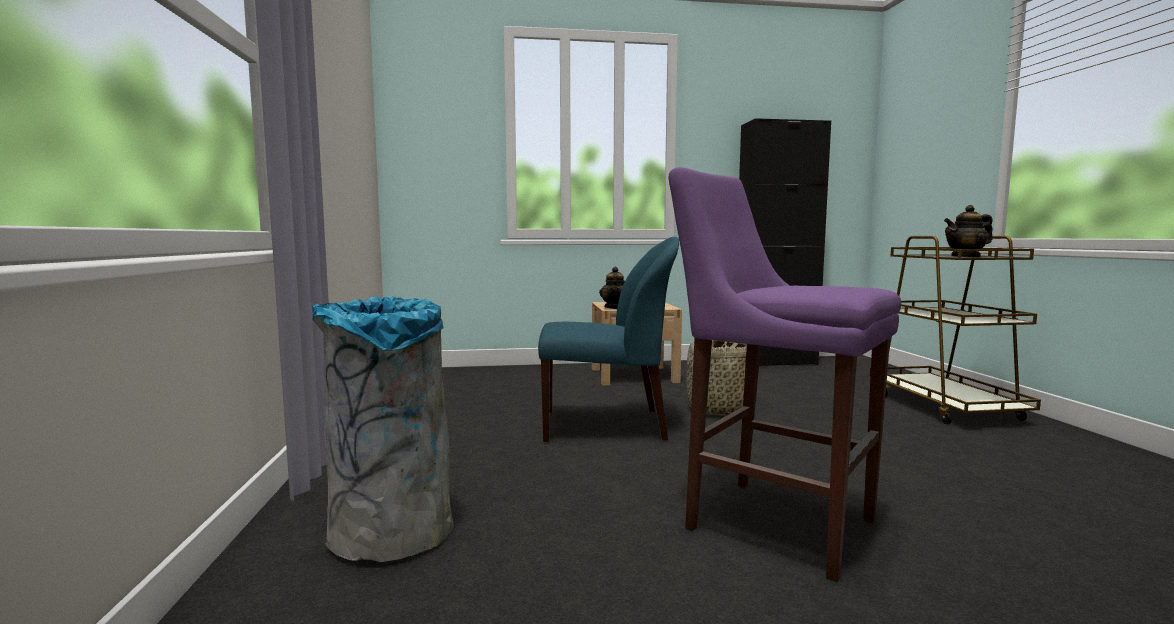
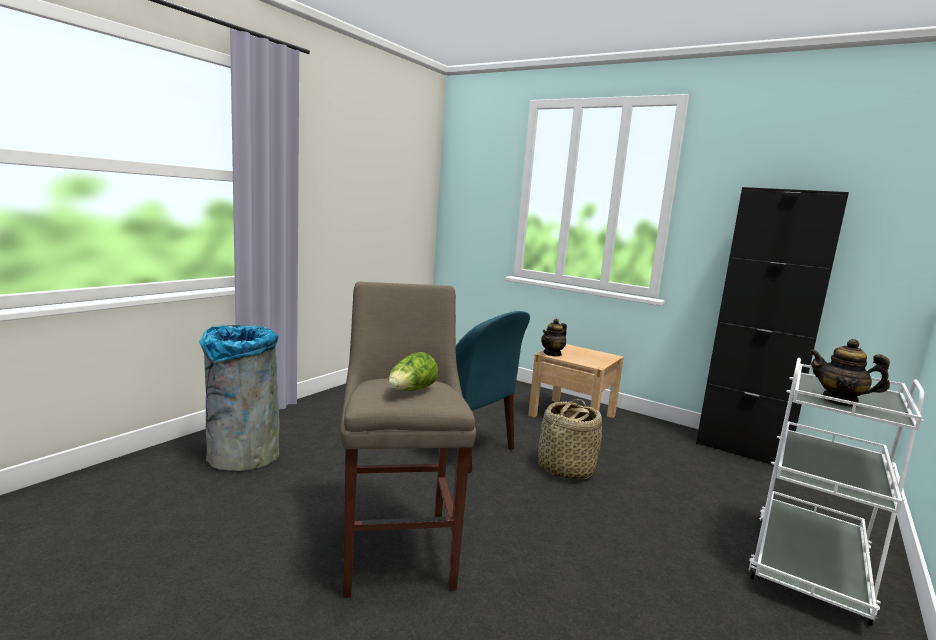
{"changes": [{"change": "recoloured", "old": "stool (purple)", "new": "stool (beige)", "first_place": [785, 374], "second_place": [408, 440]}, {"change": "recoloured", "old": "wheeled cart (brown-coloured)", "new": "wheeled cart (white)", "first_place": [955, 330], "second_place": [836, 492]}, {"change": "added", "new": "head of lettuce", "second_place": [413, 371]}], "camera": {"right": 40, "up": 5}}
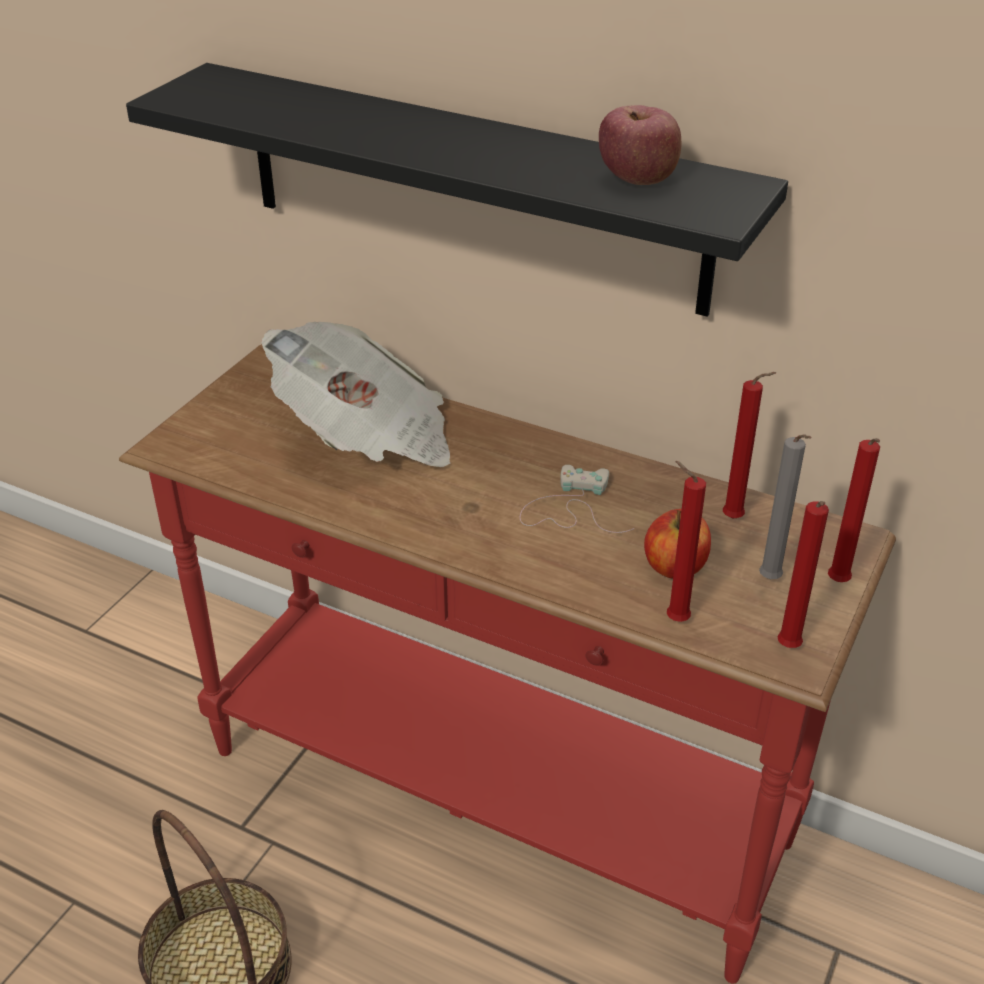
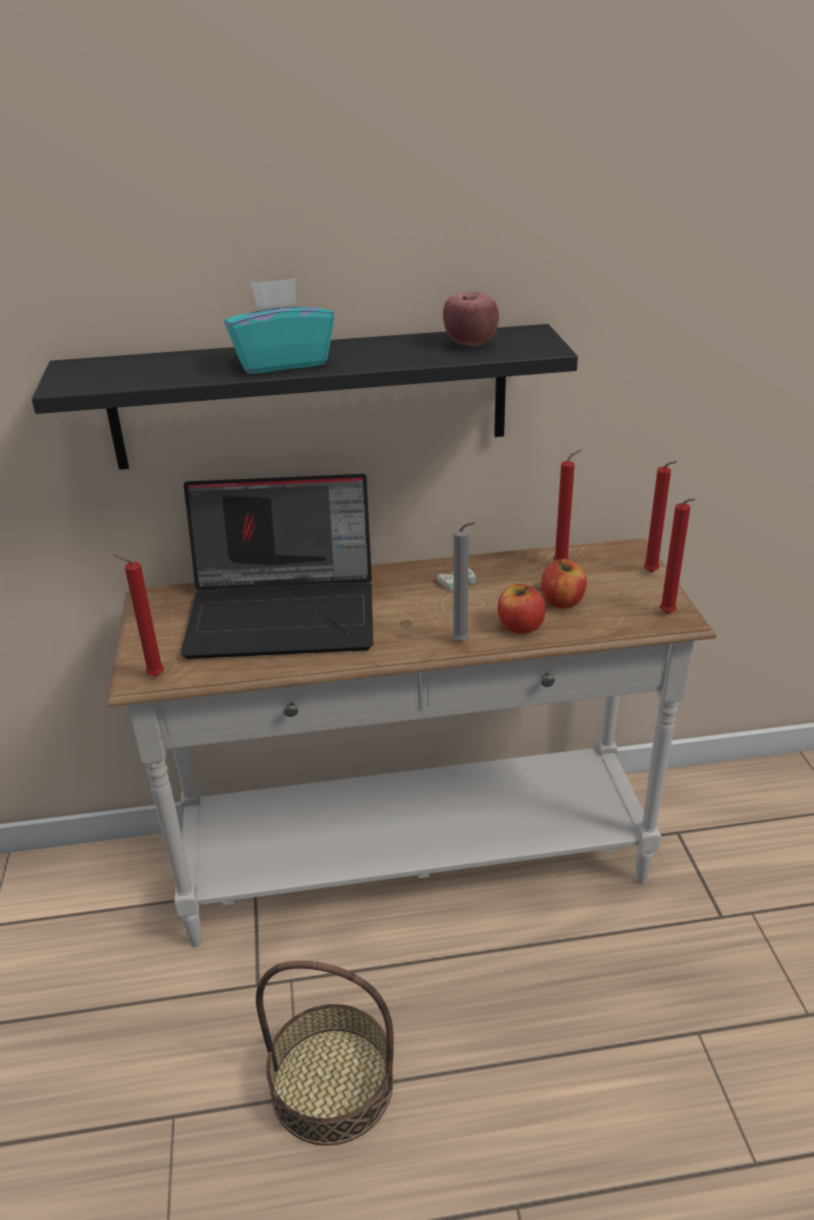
{"changes": [{"change": "recoloured", "old": "console table (reddish)", "new": "console table (white)", "first_place": [507, 663], "second_place": [411, 742]}, {"change": "replaced", "old": "printed paper", "new": "portable computer", "first_place": [356, 394], "second_place": [277, 566]}, {"change": "moved", "old": "candle (reddish)", "first_place": [686, 541], "second_place": [138, 615]}, {"change": "moved", "old": "candle (greyish)", "first_place": [785, 506], "second_place": [463, 582]}, {"change": "added", "new": "tissue box (turquoise)", "second_place": [279, 326]}, {"change": "added", "new": "apple", "second_place": [522, 609]}], "camera": {"right": -35, "up": -5}}
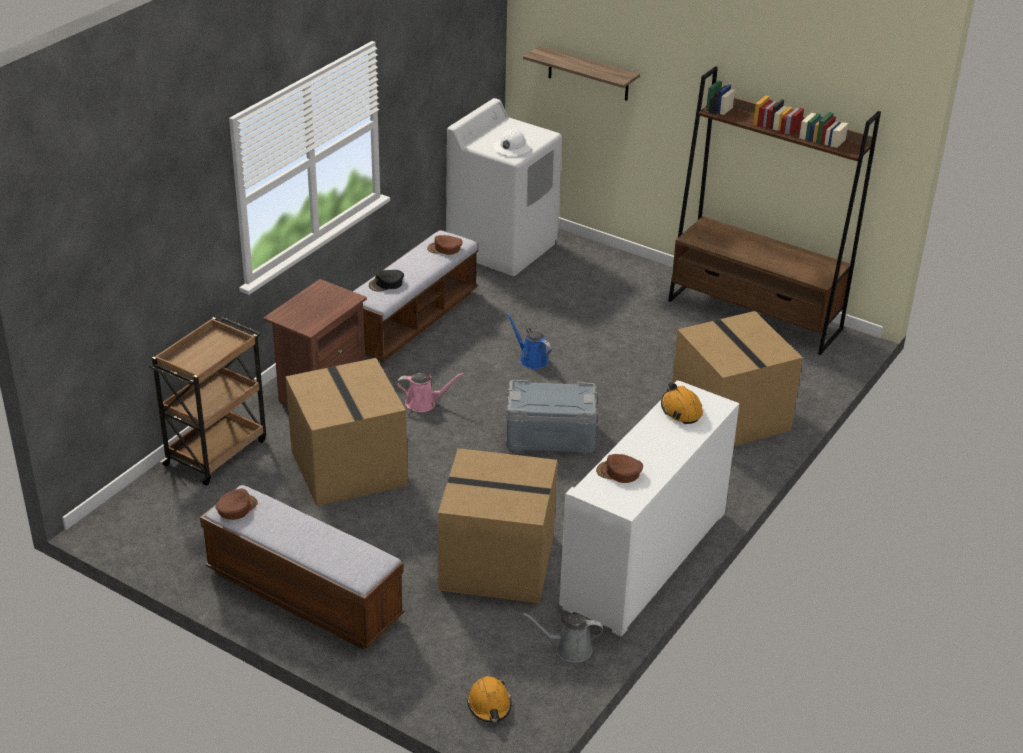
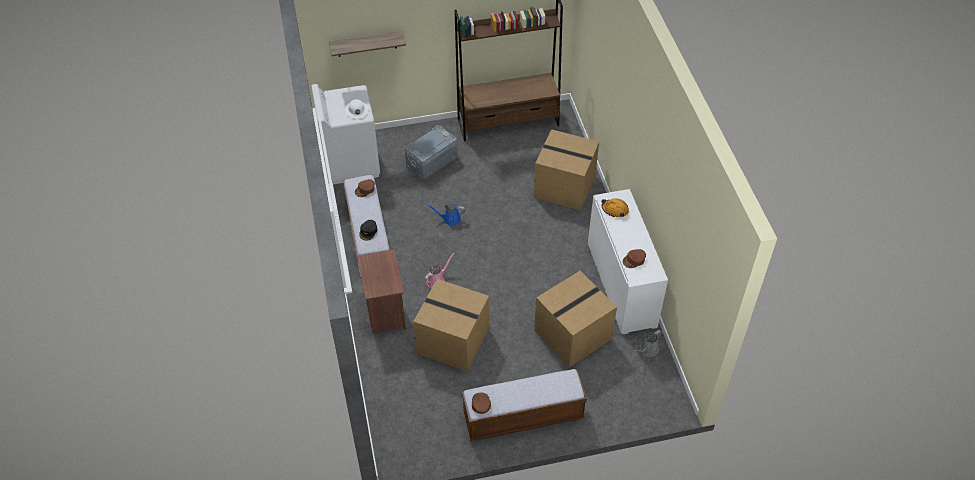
{"changes": [{"change": "removed", "old": "wheeled cart (brown-coloured)", "first_place": [207, 401]}, {"change": "removed", "old": "work helmet (orange-coloured)", "first_place": [489, 699]}, {"change": "moved", "old": "storage bin (greyish)", "first_place": [551, 417], "second_place": [431, 152]}], "camera": {"right": -45, "up": 15}}
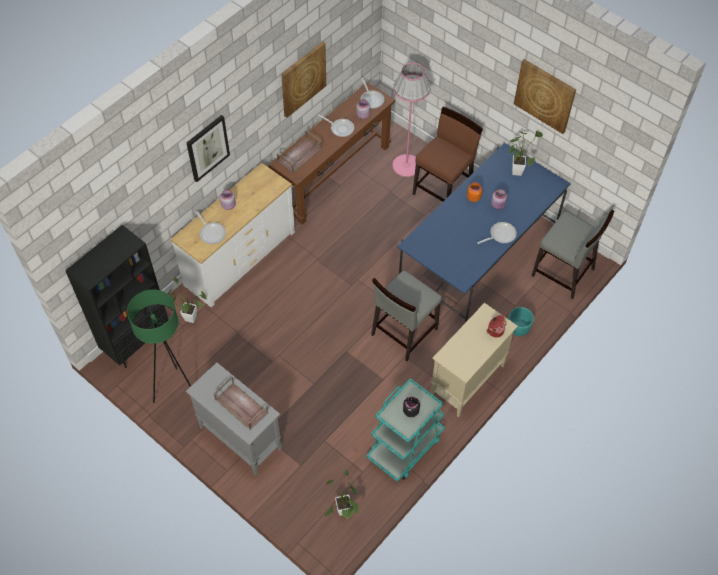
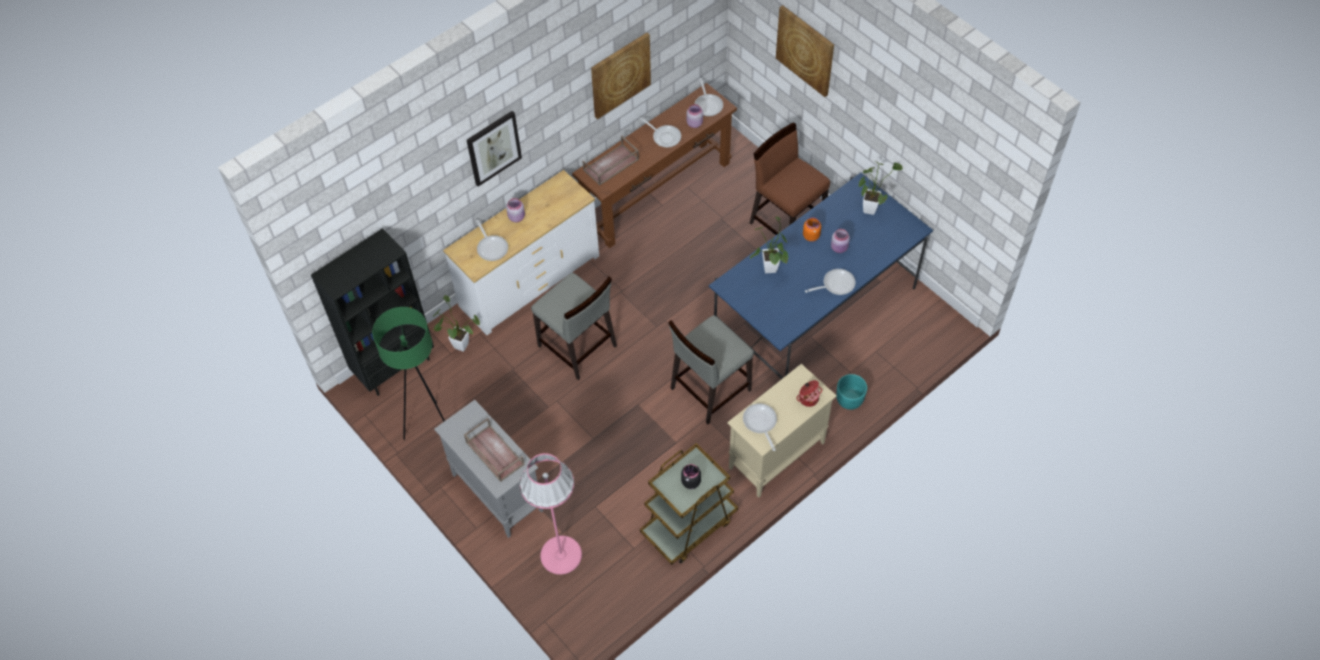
{"changes": [{"change": "moved", "old": "plant in a pot", "first_place": [342, 494], "second_place": [769, 244]}, {"change": "recoloured", "old": "wheeled cart (turquoise)", "new": "wheeled cart (brown-coloured)", "first_place": [405, 430], "second_place": [689, 504]}, {"change": "moved", "old": "standing lamp (pinkish)", "first_place": [411, 120], "second_place": [551, 514]}, {"change": "turned", "old": "plain chair (brown-coloured)", "first_place": [448, 154], "second_place": [790, 178], "degrees": -90}, {"change": "moved", "old": "wall art", "first_place": [545, 96], "second_place": [805, 51]}, {"change": "moved", "old": "plain chair (greyish)", "first_place": [573, 254], "second_place": [574, 326]}, {"change": "added", "new": "skillet", "second_place": [760, 427]}], "camera": {"right": 10, "up": 0}}
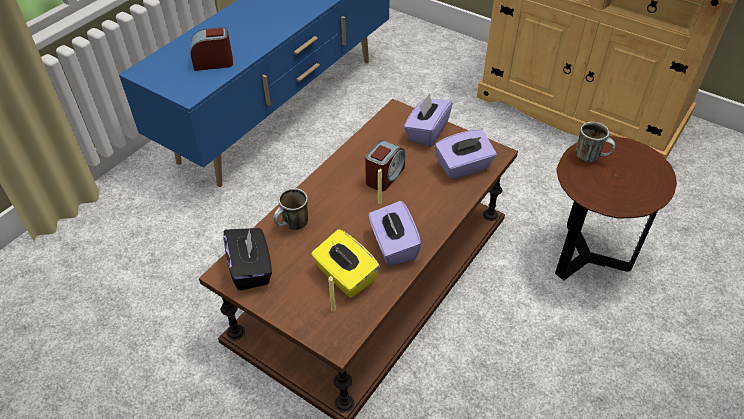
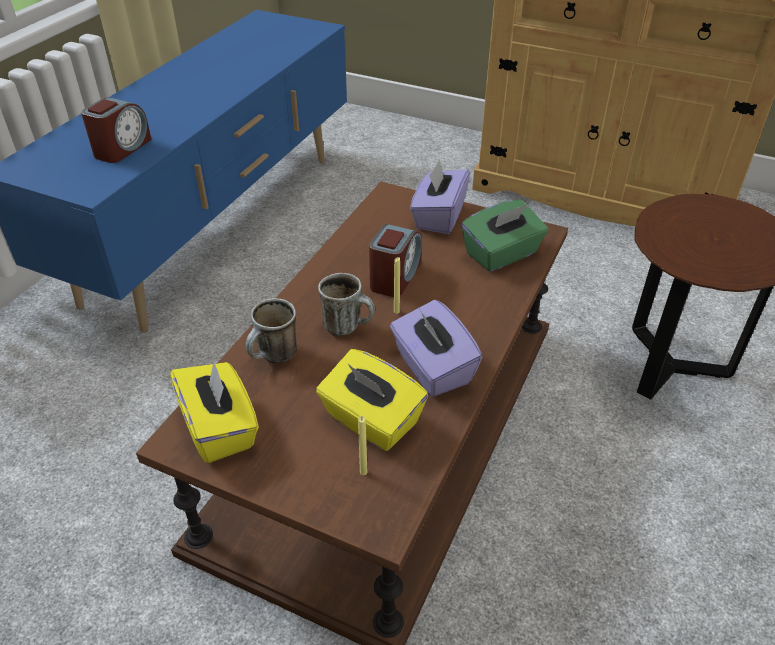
{"changes": [{"change": "turned", "old": "bedside clock", "first_place": [212, 49], "second_place": [116, 130], "degrees": 135}, {"change": "recoloured", "old": "tissue box (black)", "new": "tissue box (yellow)", "first_place": [247, 259], "second_place": [214, 411]}, {"change": "recoloured", "old": "tissue box (purple)", "new": "tissue box (greenish)", "first_place": [466, 155], "second_place": [504, 236]}, {"change": "moved", "old": "tea mug", "first_place": [595, 142], "second_place": [346, 304]}], "camera": {"right": -10, "up": -5}}
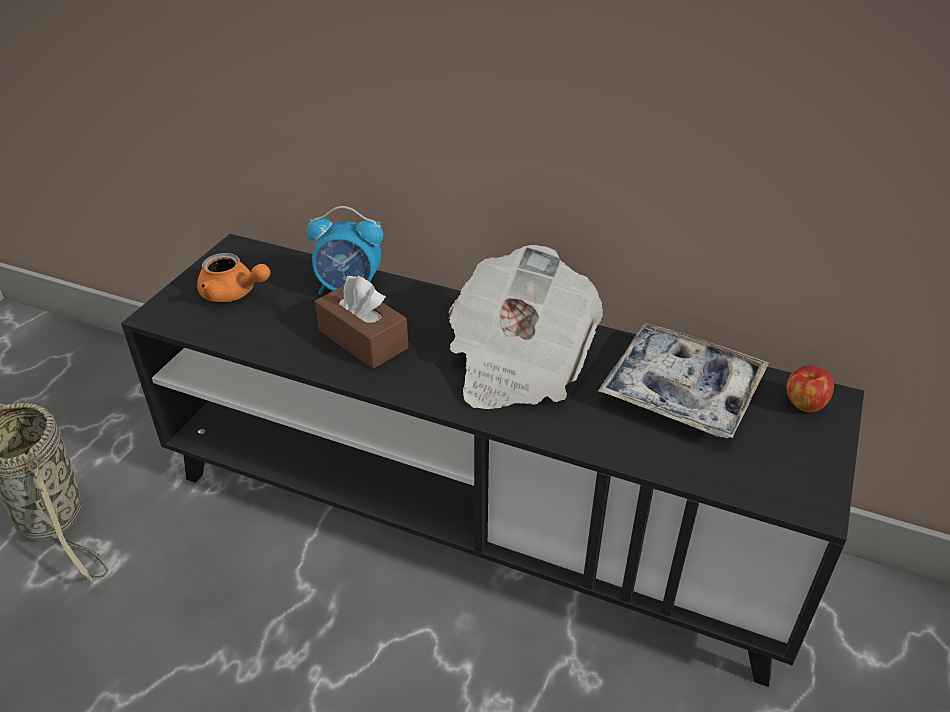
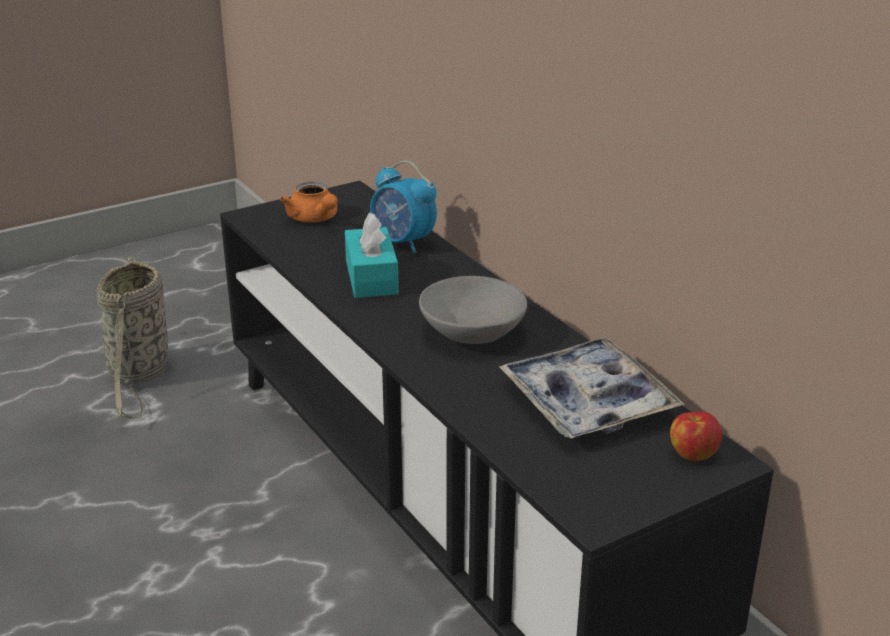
{"changes": [{"change": "recoloured", "old": "tissue box (brown-coloured)", "new": "tissue box (turquoise)", "first_place": [362, 322], "second_place": [372, 255]}, {"change": "replaced", "old": "printed paper", "new": "deep dish (greyish)", "first_place": [525, 327], "second_place": [473, 310]}], "camera": {"right": 35, "up": -10}}
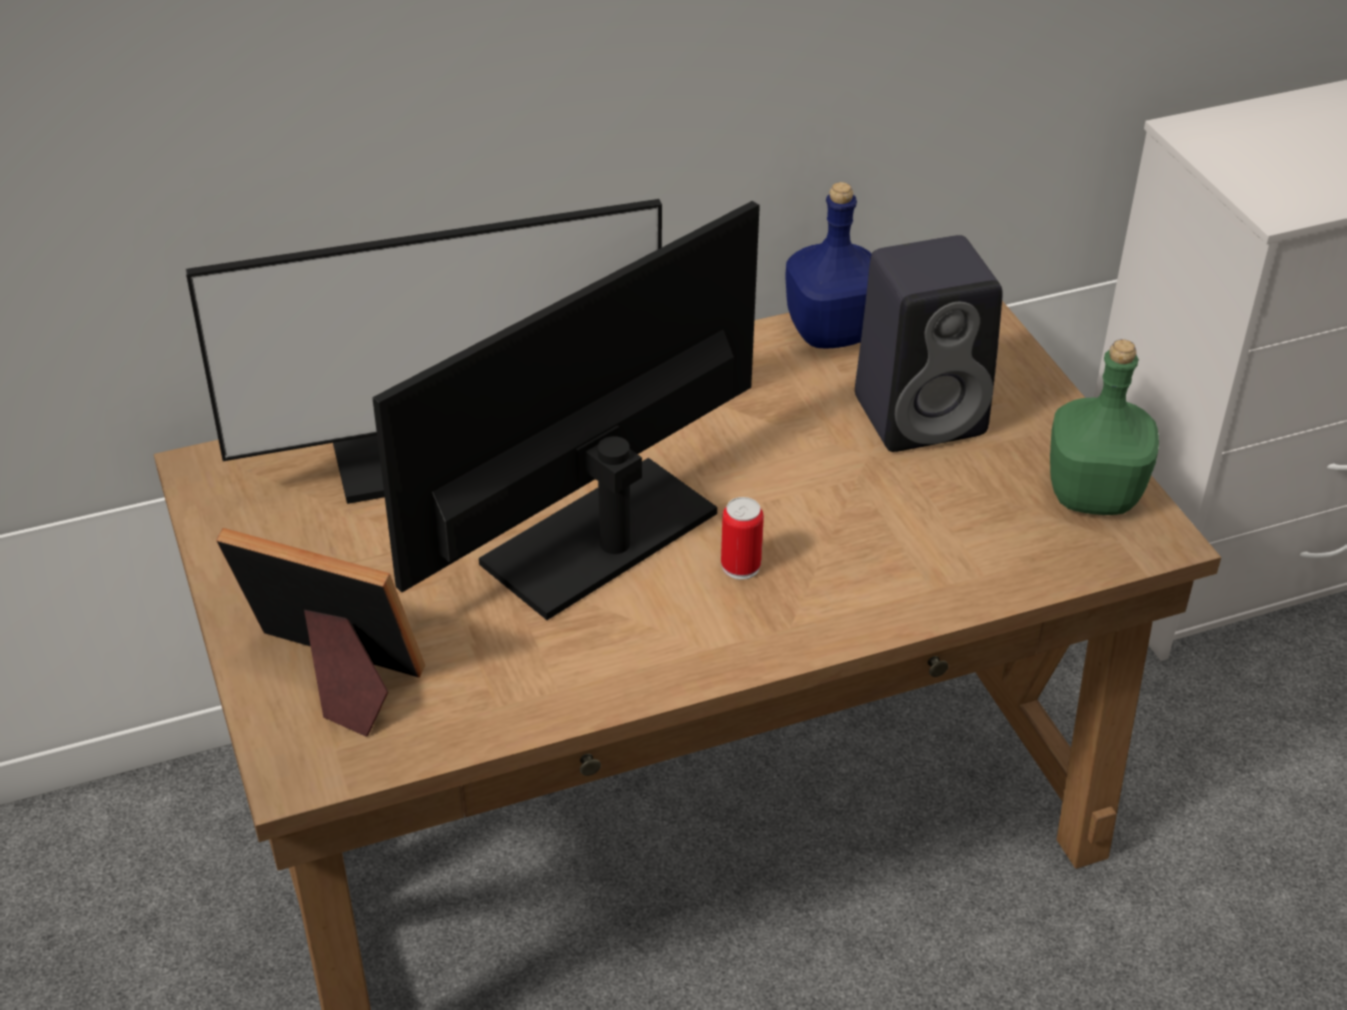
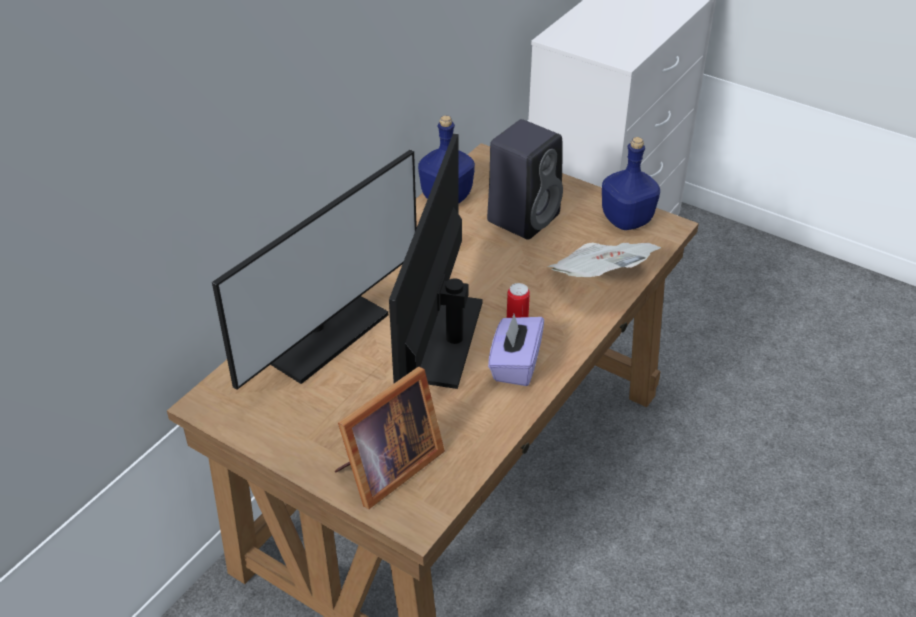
{"changes": [{"change": "turned", "old": "picture frame", "first_place": [320, 632], "second_place": [390, 438], "degrees": 150}, {"change": "recoloured", "old": "bottle (greenish)", "new": "bottle (blue-coloured)", "first_place": [1104, 427], "second_place": [631, 183]}, {"change": "added", "new": "tissue box (purple)", "second_place": [516, 350]}, {"change": "added", "new": "printed paper", "second_place": [604, 260]}], "camera": {"right": -35, "up": 0}}
